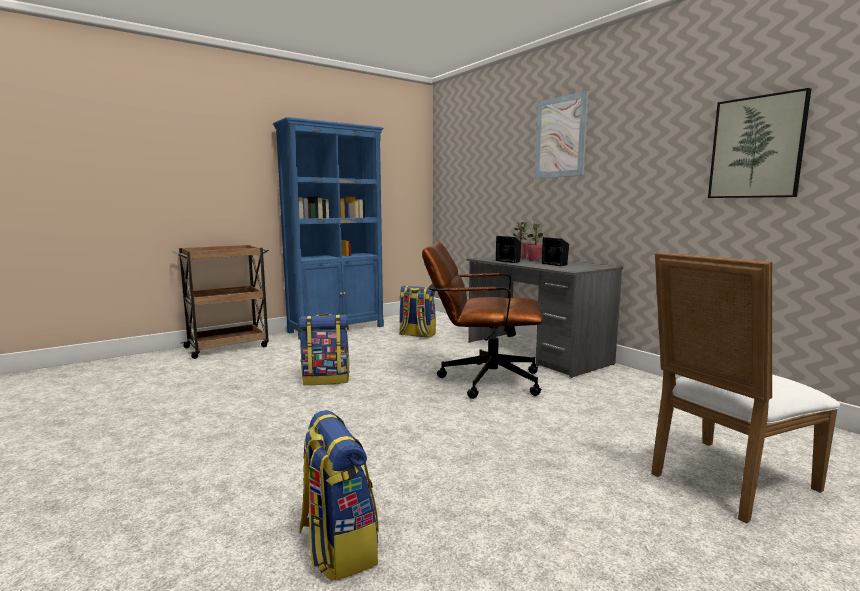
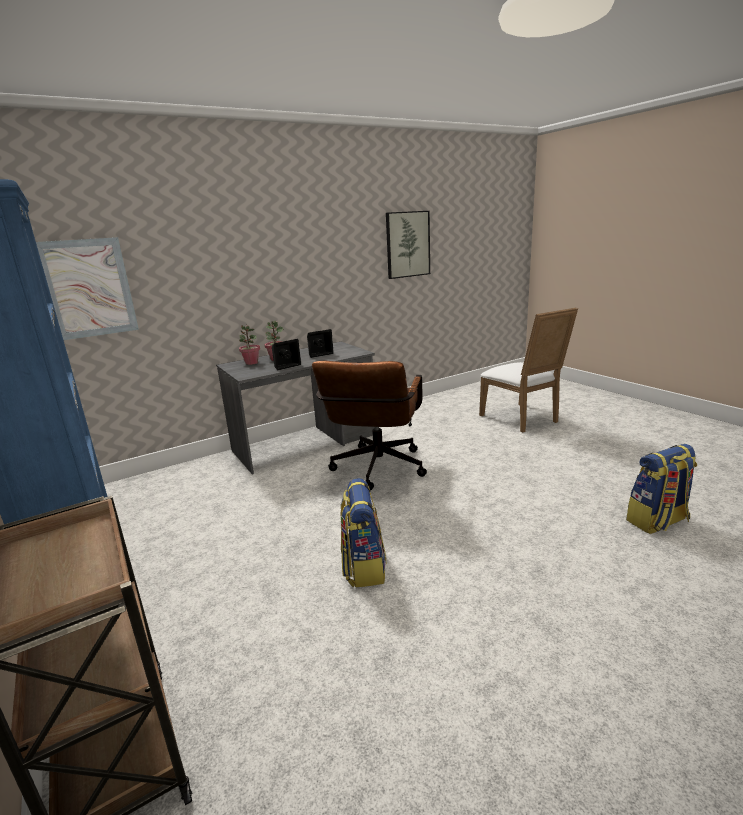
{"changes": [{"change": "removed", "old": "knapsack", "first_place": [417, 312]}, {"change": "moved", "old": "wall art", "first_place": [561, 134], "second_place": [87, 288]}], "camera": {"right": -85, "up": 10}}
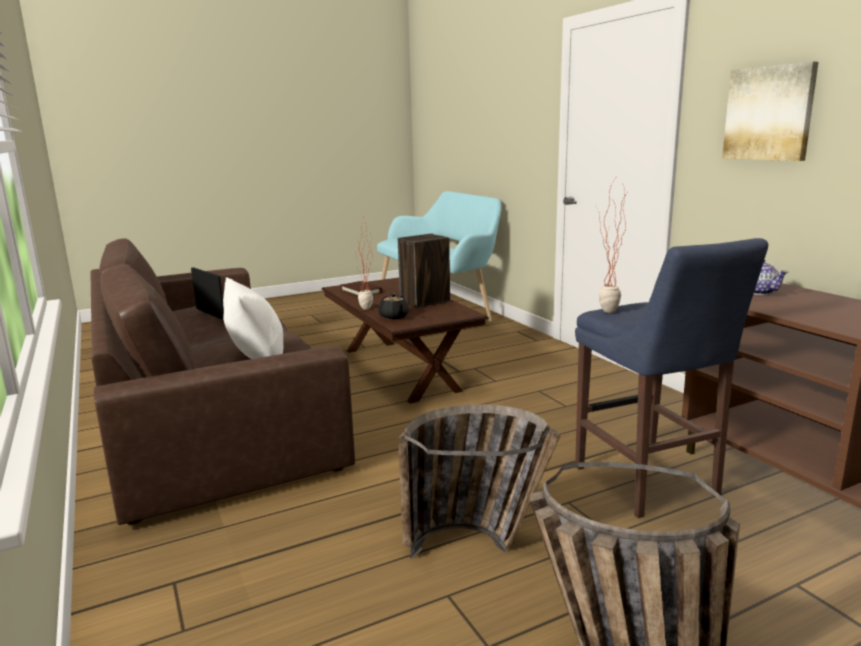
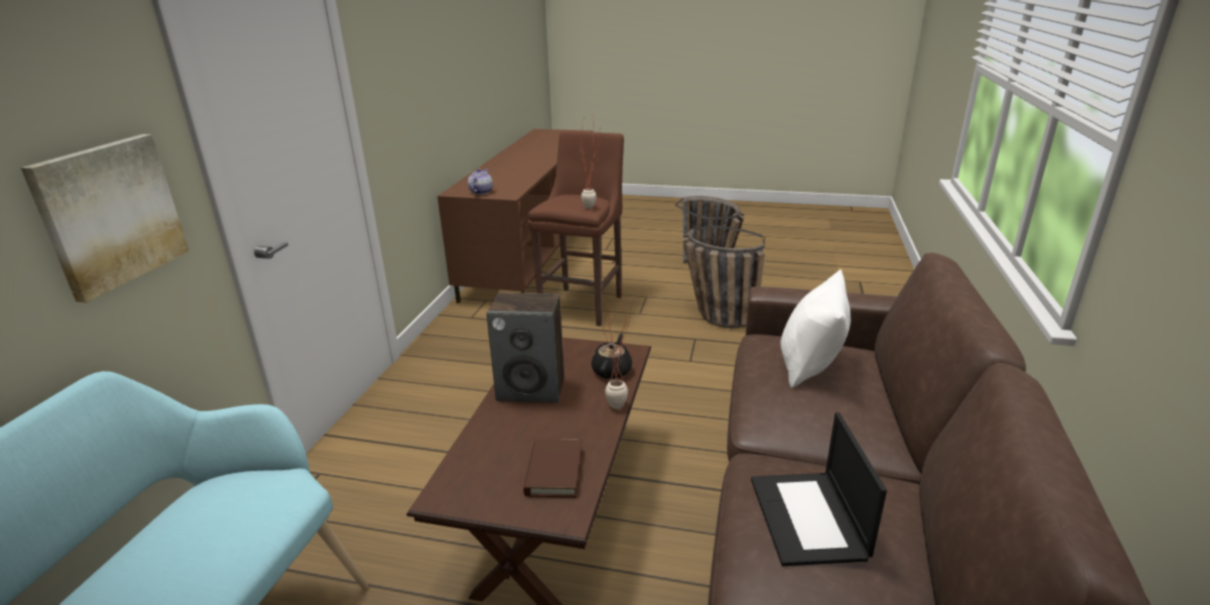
{"changes": [{"change": "recoloured", "old": "stool (blue-coloured)", "new": "stool (brown-coloured)", "first_place": [671, 378], "second_place": [576, 228]}, {"change": "moved", "old": "wall art", "first_place": [770, 111], "second_place": [105, 218]}], "camera": {"right": -140, "up": 10}}
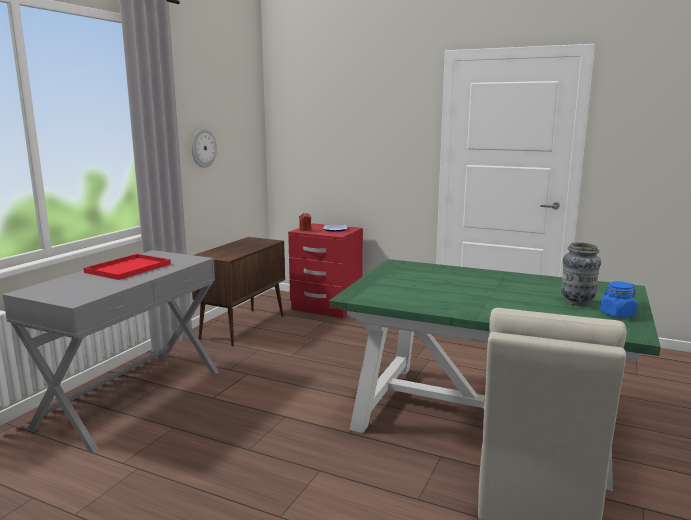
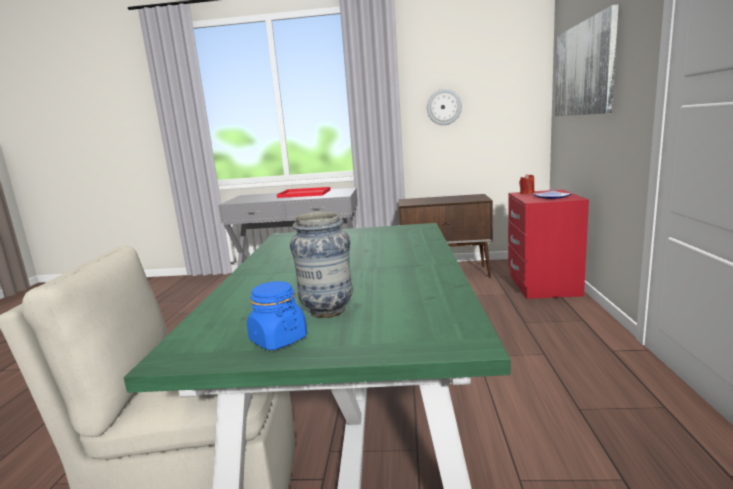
{"changes": [{"change": "added", "new": "wall art", "second_place": [587, 60]}], "camera": {"right": 70, "up": 0}}
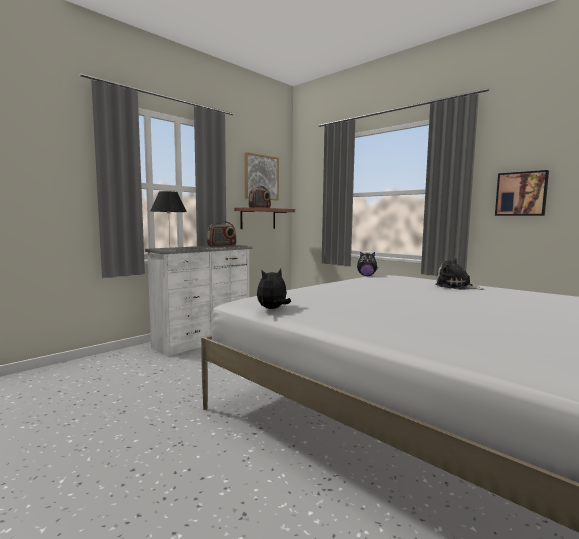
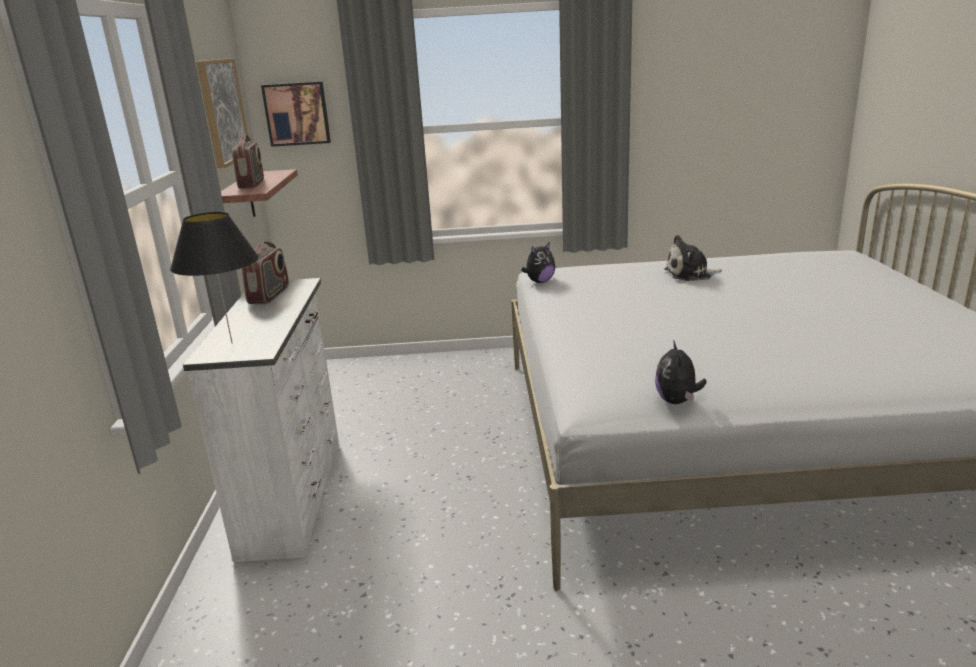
{"changes": [{"change": "moved", "old": "wall art", "first_place": [522, 193], "second_place": [296, 114]}], "camera": {"right": -45, "up": 15}}
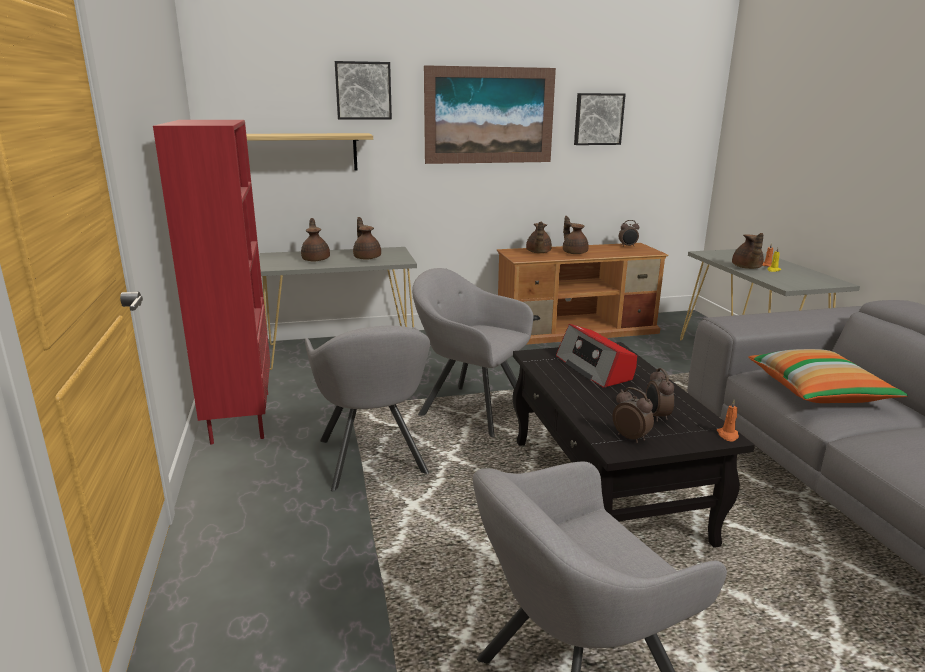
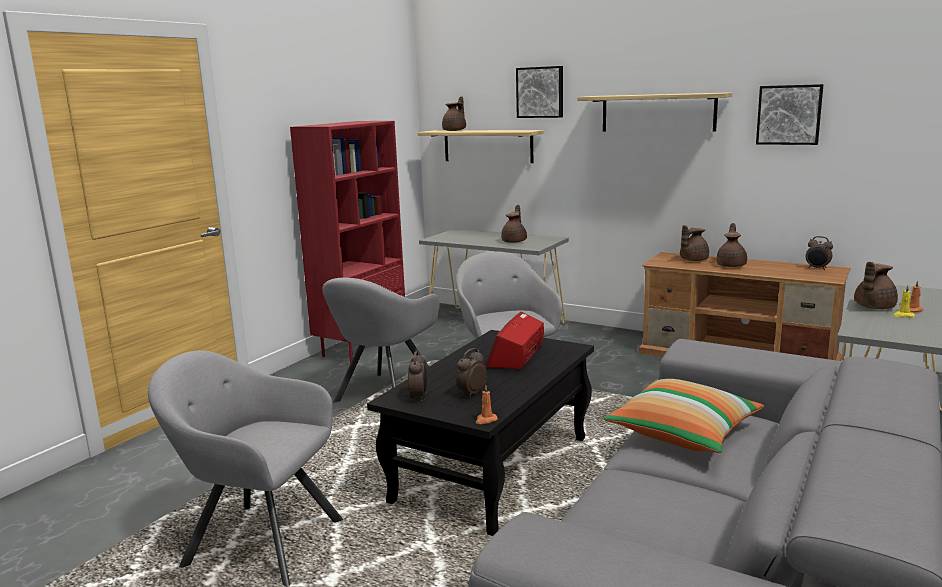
{"changes": [{"change": "moved", "old": "tea pot (brown-coloured)", "first_place": [315, 239], "second_place": [454, 113]}, {"change": "replaced", "old": "wall art", "new": "bracket shelf", "first_place": [490, 114], "second_place": [655, 111]}], "camera": {"right": 45, "up": -5}}
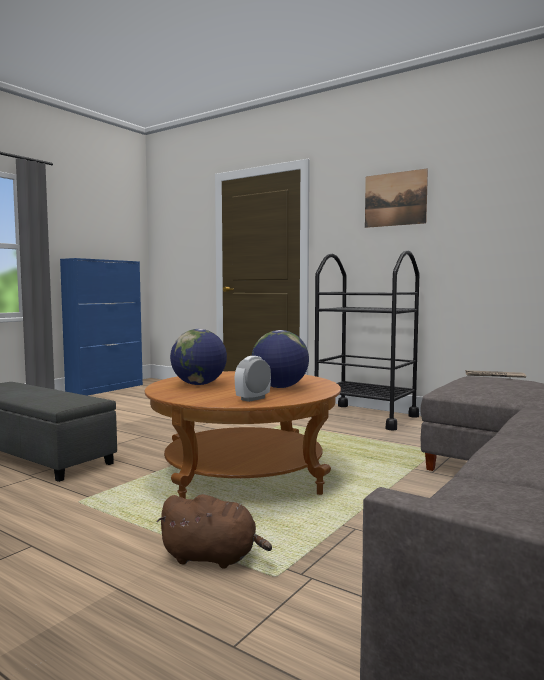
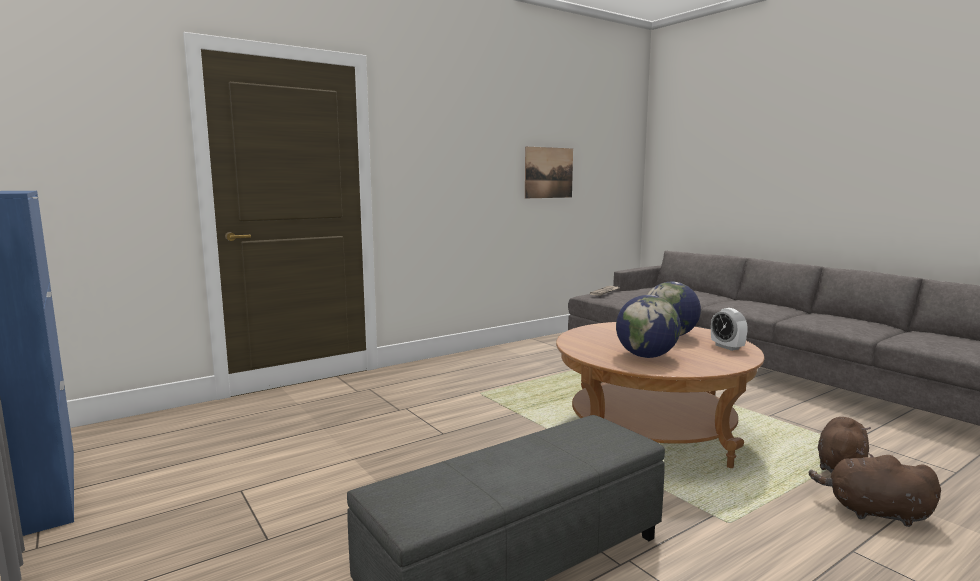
{"changes": [{"change": "removed", "old": "wheeled cart (black)", "first_place": [367, 340]}, {"change": "moved", "old": "wall art", "first_place": [396, 198], "second_place": [549, 172]}, {"change": "added", "new": "plush toy (brown-coloured)", "second_place": [875, 490]}], "camera": {"right": -70, "up": 5}}
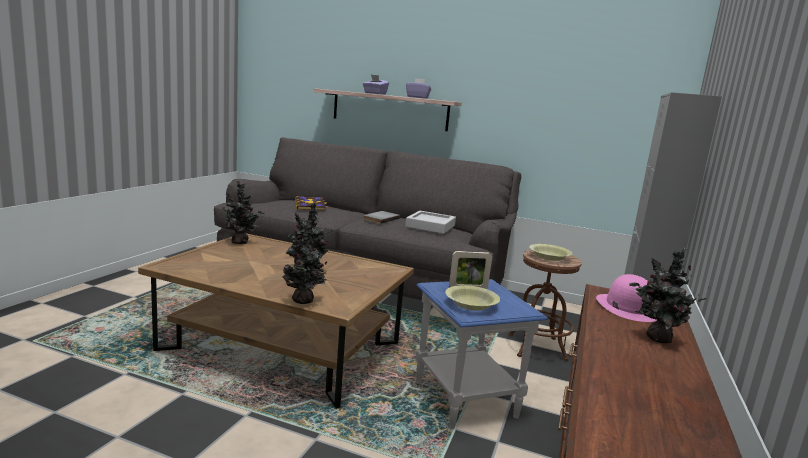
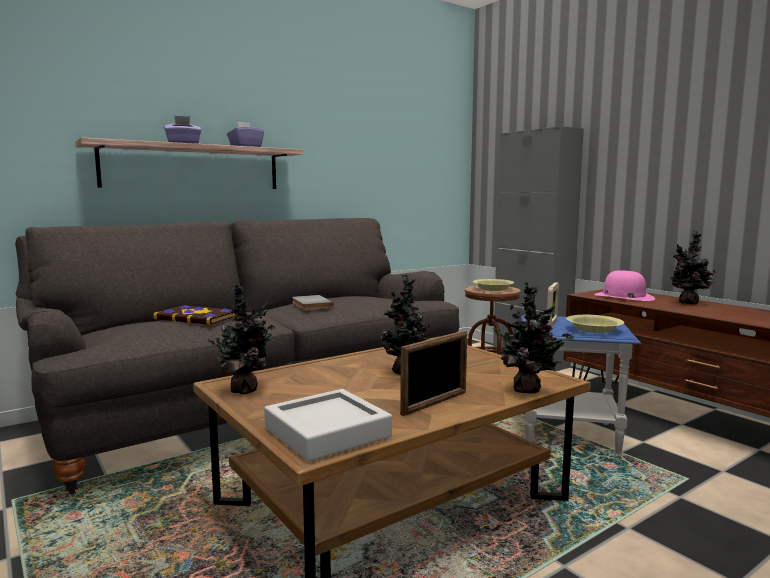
{"changes": [{"change": "moved", "old": "tray (greyish)", "first_place": [430, 222], "second_place": [328, 425]}, {"change": "added", "new": "picture frame", "second_place": [433, 373]}], "camera": {"right": -55, "up": -5}}
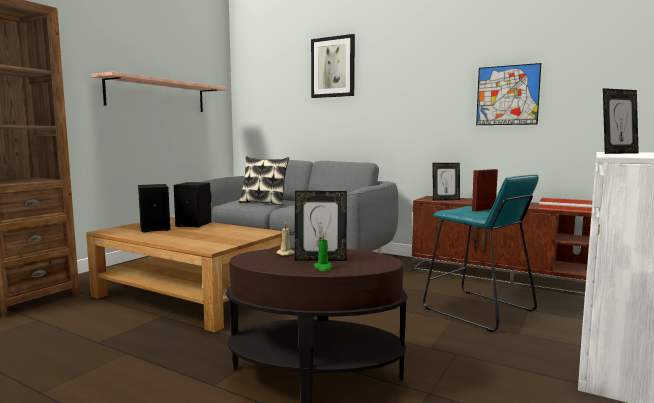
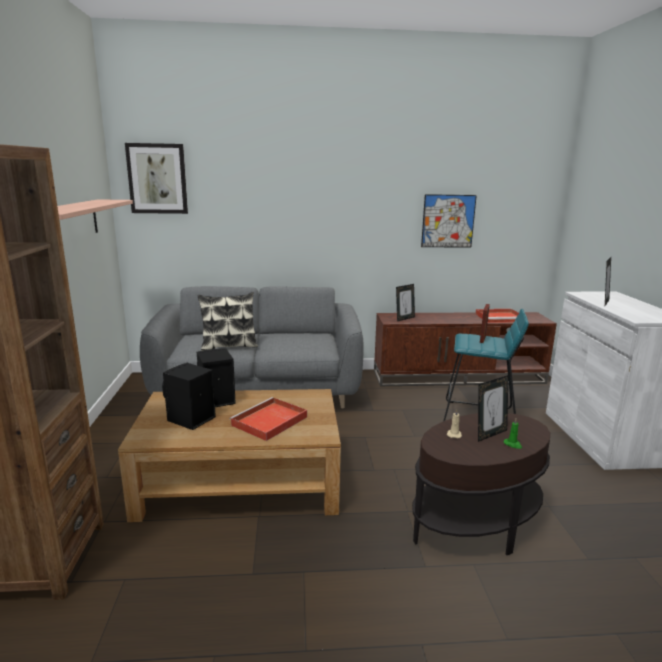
{"changes": [{"change": "moved", "old": "wall art", "first_place": [333, 66], "second_place": [156, 178]}, {"change": "added", "new": "tray (reddish)", "second_place": [268, 419]}], "camera": {"right": -35, "up": 10}}
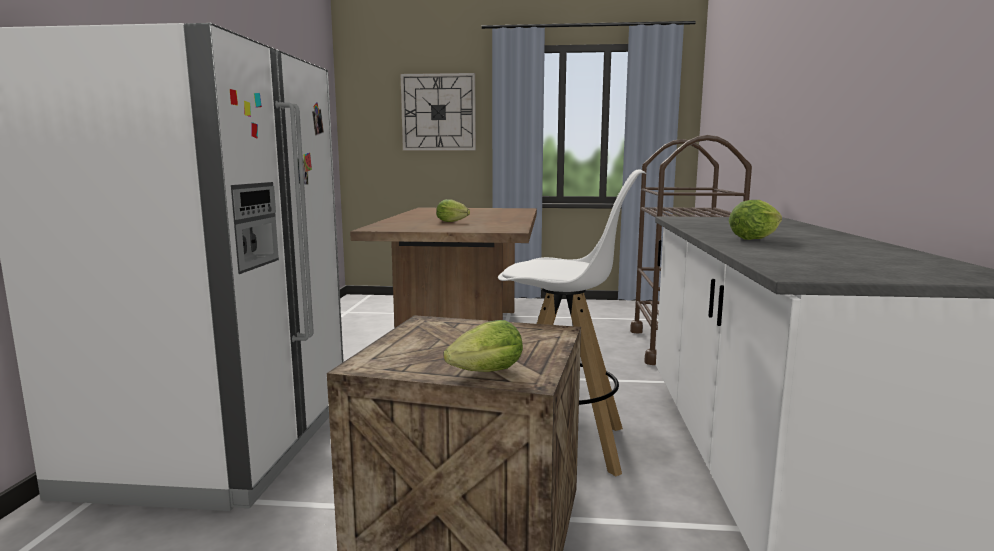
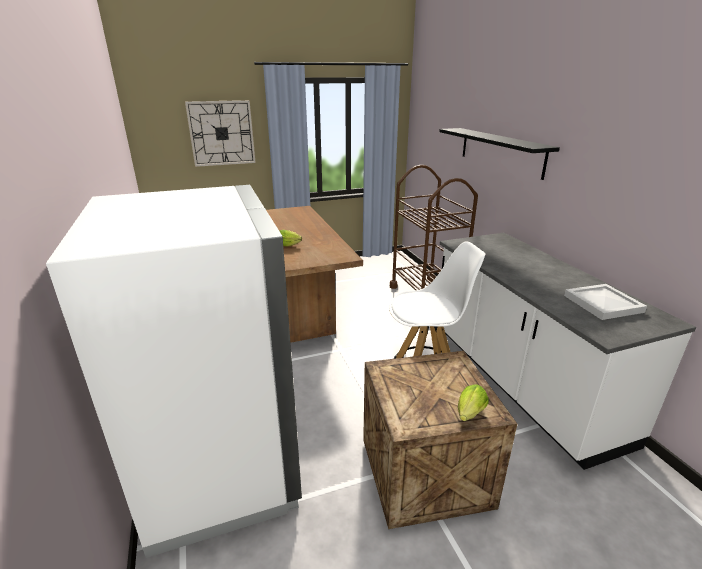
{"changes": [{"change": "removed", "old": "head of lettuce", "first_place": [755, 220]}, {"change": "added", "new": "bracket shelf (black)", "second_place": [499, 154]}, {"change": "added", "new": "tray (white)", "second_place": [605, 302]}], "camera": {"right": -25, "up": 15}}
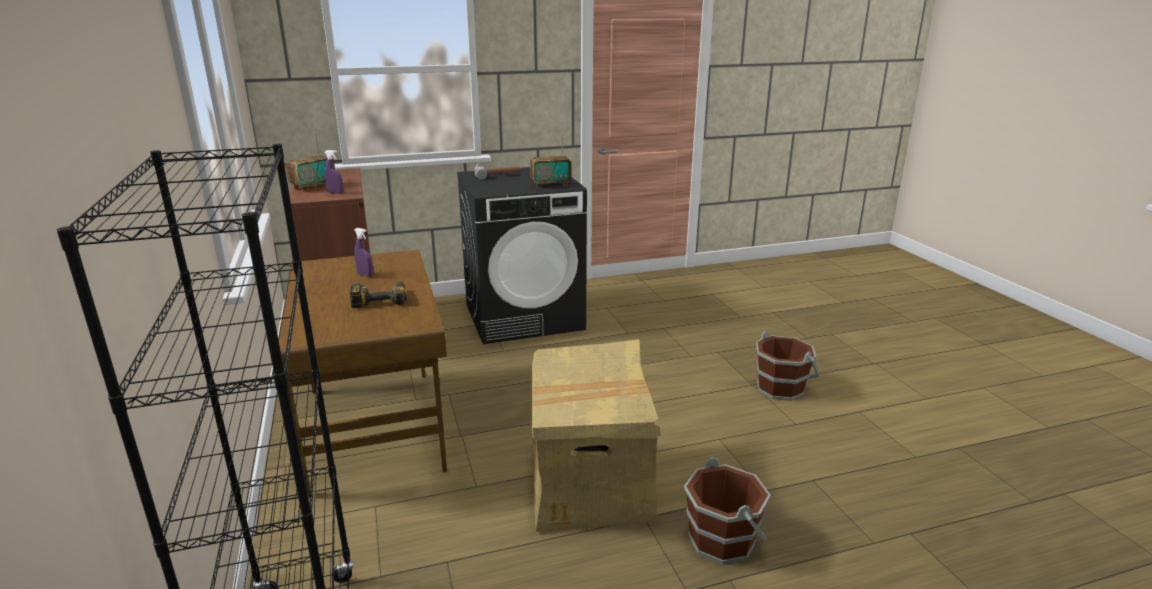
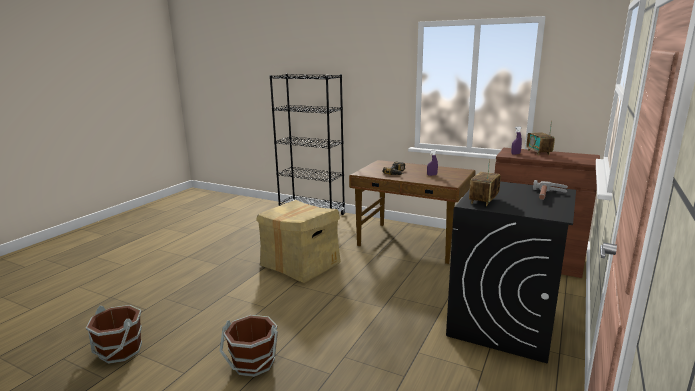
{"changes": [{"change": "moved", "old": "pail (brown-coloured)", "first_place": [727, 511], "second_place": [114, 334]}], "camera": {"right": 135, "up": -5}}
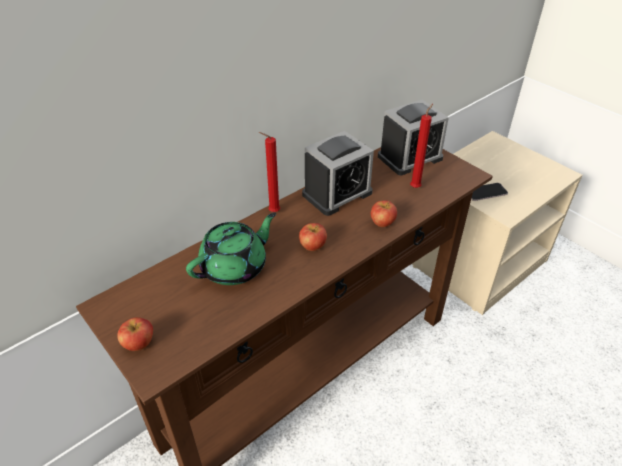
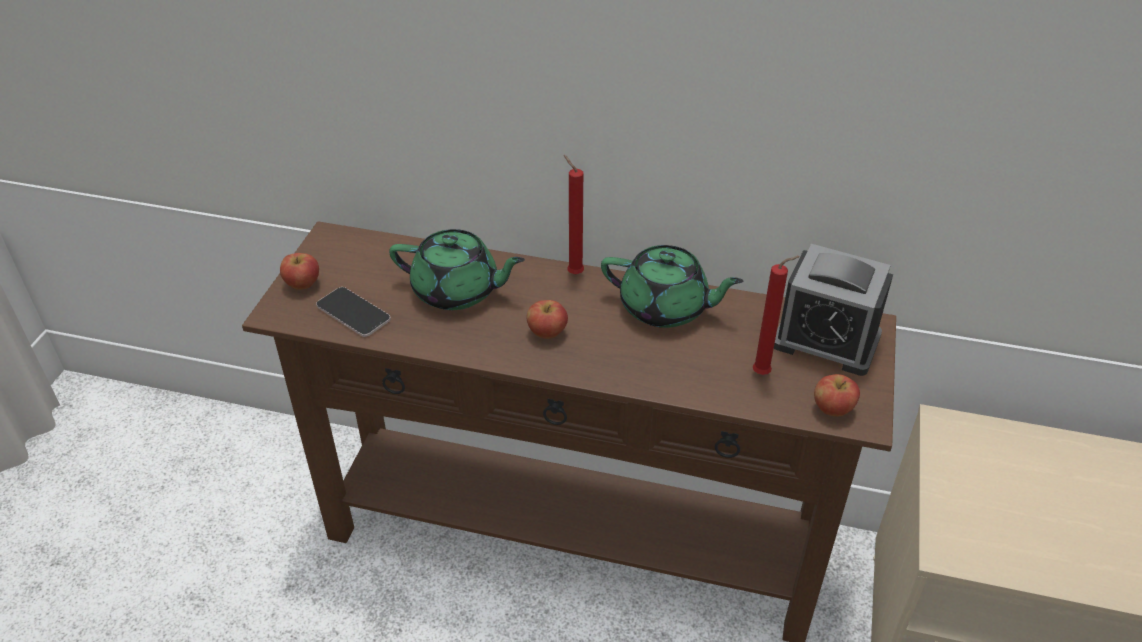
{"changes": [{"change": "replaced", "old": "bedside clock", "new": "tea pot (greenish)", "first_place": [338, 173], "second_place": [672, 286]}, {"change": "moved", "old": "apple", "first_place": [384, 213], "second_place": [837, 395]}, {"change": "moved", "old": "phone", "first_place": [489, 192], "second_place": [353, 312]}], "camera": {"right": 55, "up": 0}}
